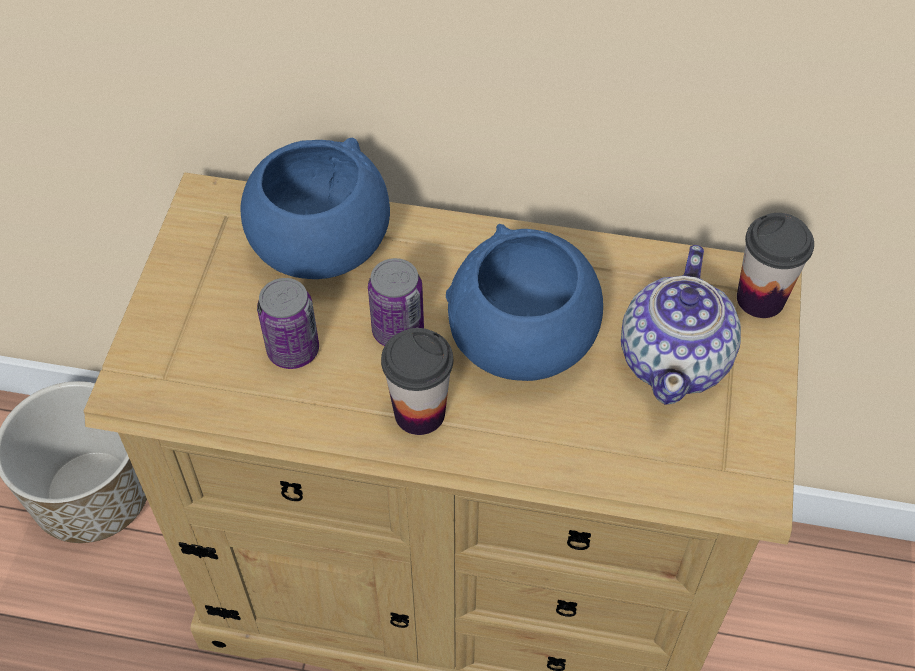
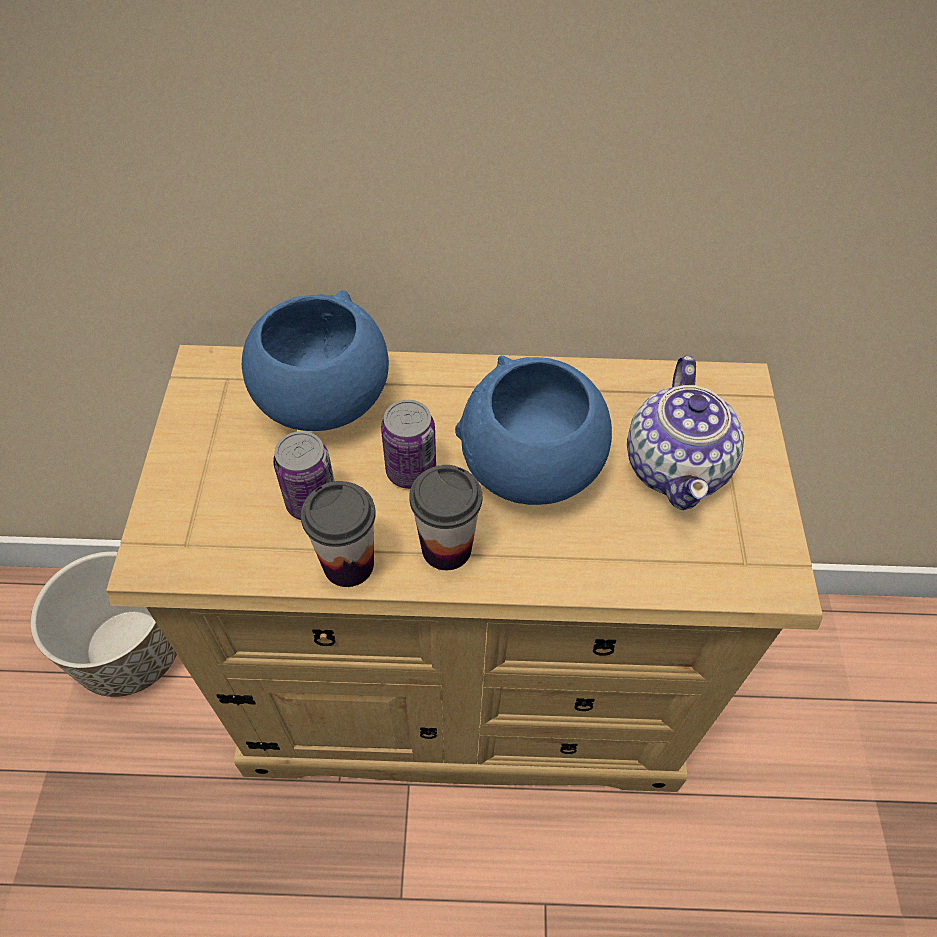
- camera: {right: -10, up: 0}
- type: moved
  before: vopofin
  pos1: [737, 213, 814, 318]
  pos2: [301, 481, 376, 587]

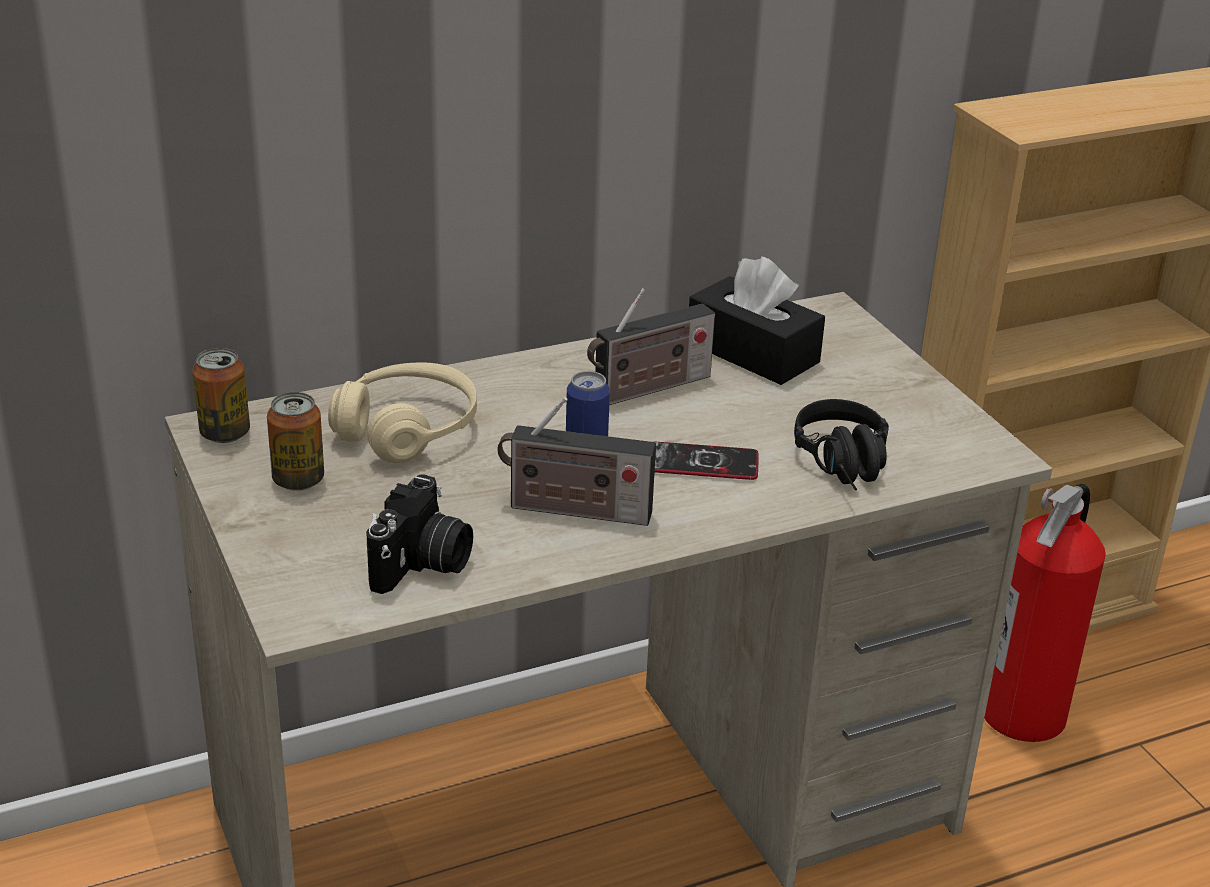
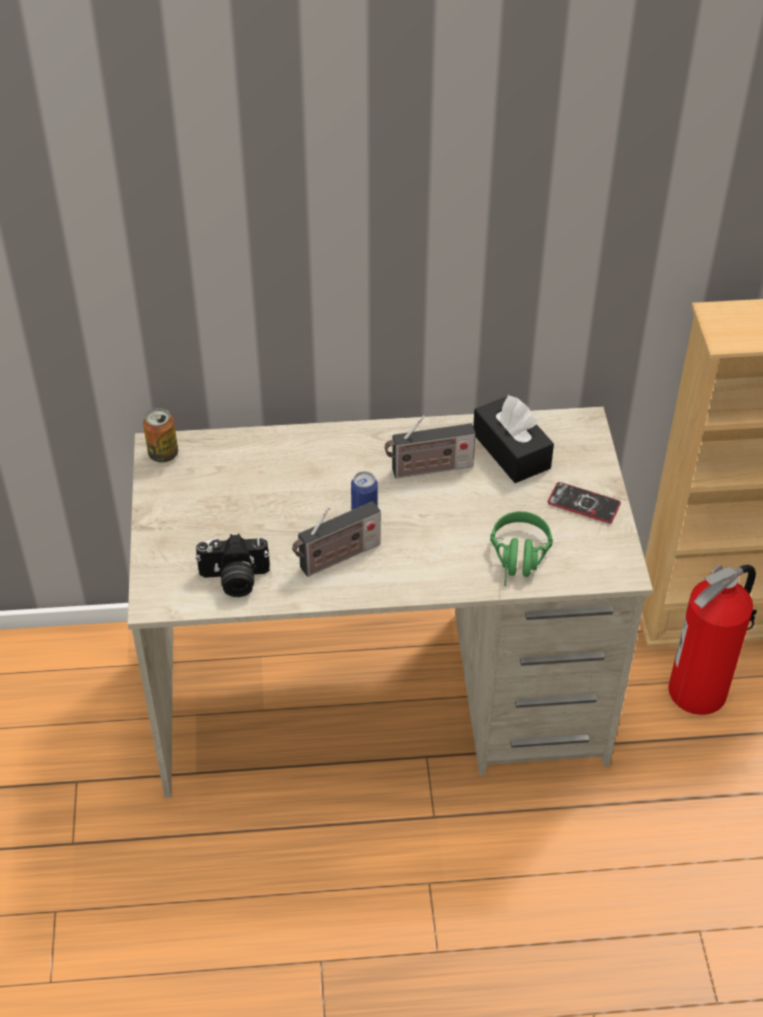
- camera: {right: 20, up: 15}
- type: turned
  before: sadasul
  pos1: [366, 474, 473, 594]
  pos2: [196, 534, 270, 597]
  turn: 45
- type: turned
  before: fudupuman
  pos1: [498, 397, 656, 526]
  pos2: [292, 501, 381, 577]
  turn: -60
- type: recoloured
  before: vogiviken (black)
  after: vogiviken (green)
  pos1: [794, 399, 889, 490]
  pos2: [490, 511, 553, 586]
- type: moved
  before: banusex
  pos1: [655, 442, 759, 480]
  pos2: [548, 482, 621, 523]
- type: removed
  before: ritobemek
  pos1: [267, 392, 324, 491]
- type: removed
  before: vogiviken (beige)
  pos1: [328, 362, 477, 463]

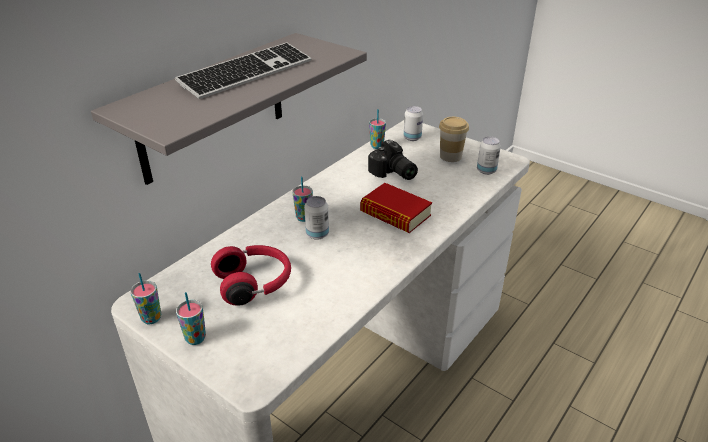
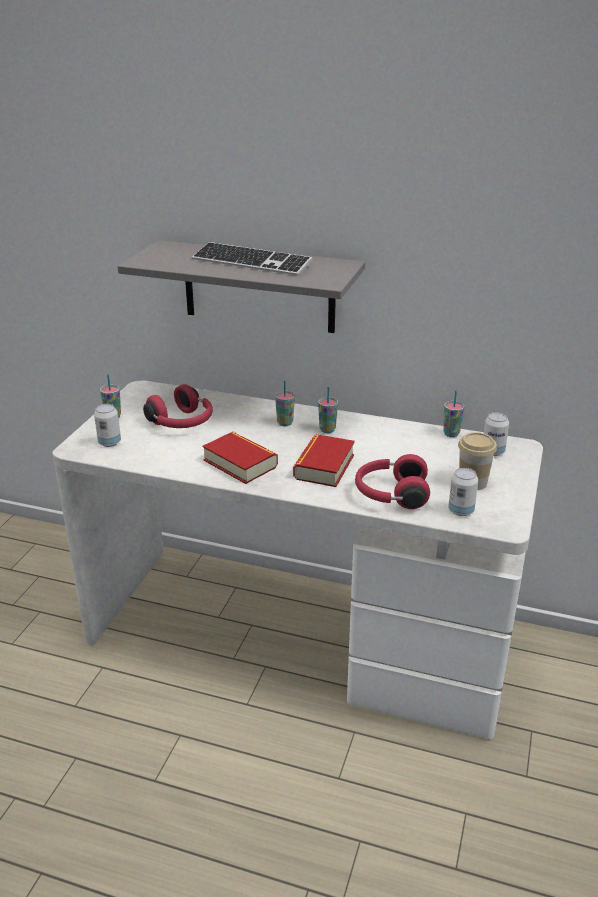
- camera: {right: 70, up: -5}
- type: moved
  before: ritobemek
  pos1: [304, 196, 329, 240]
  pos2: [94, 404, 121, 447]
- type: added
  after: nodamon
  pos2: [203, 432, 278, 484]
- type: moved
  before: vopofin
  pos1: [131, 273, 161, 324]
  pos2: [318, 387, 338, 433]
- type: added
  after: vogiviken (red)
  pos2: [355, 454, 430, 509]
- type: removed
  before: sadasul
  pos1: [368, 140, 418, 180]

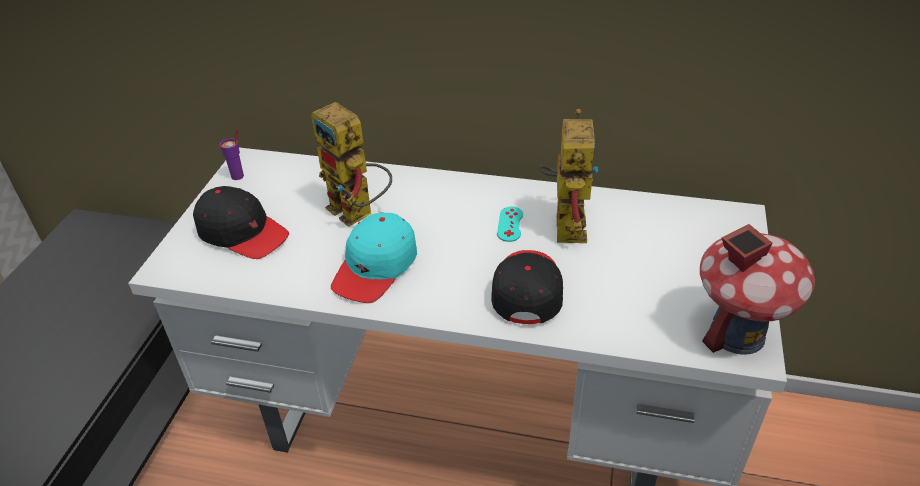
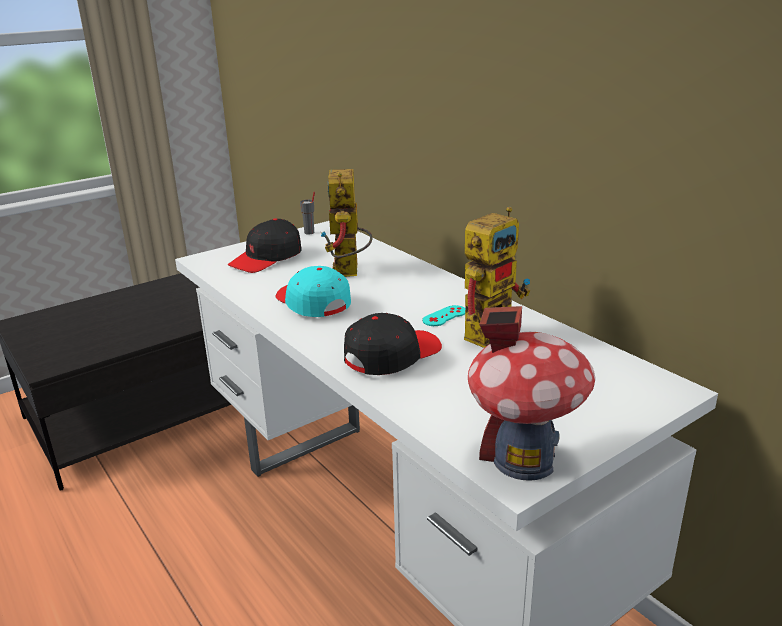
- camera: {right: 40, up: -15}
- type: turned
  before: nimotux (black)
  pos1: [193, 186, 289, 259]
  pos2: [228, 218, 302, 273]
  turn: 60
- type: turned
  before: nimotux (turquoise)
  pos1: [331, 212, 417, 303]
  pos2: [276, 266, 351, 317]
  turn: 75
- type: recoloured
  before: vopofin (purple)
  after: vopofin (grey)
  pos1: [220, 129, 244, 180]
  pos2: [300, 191, 315, 235]

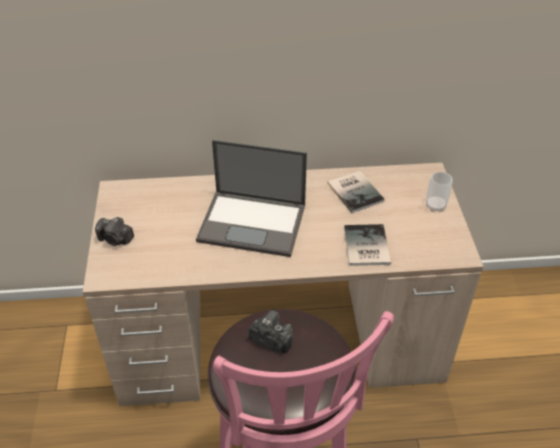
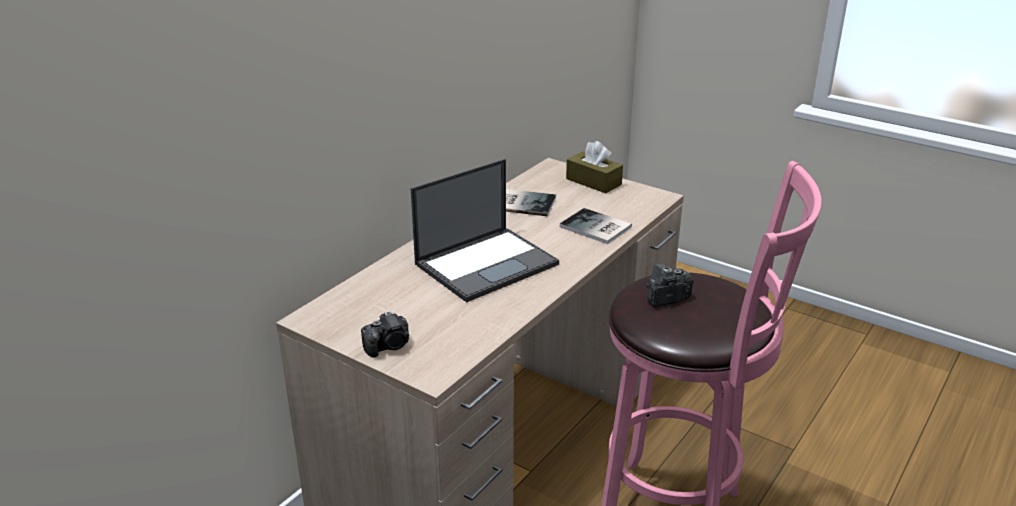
- camera: {right: -50, up: -15}
- type: replaced
  before: vopofin
  after: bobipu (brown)
  pos1: [426, 171, 453, 212]
  pos2: [566, 141, 623, 193]

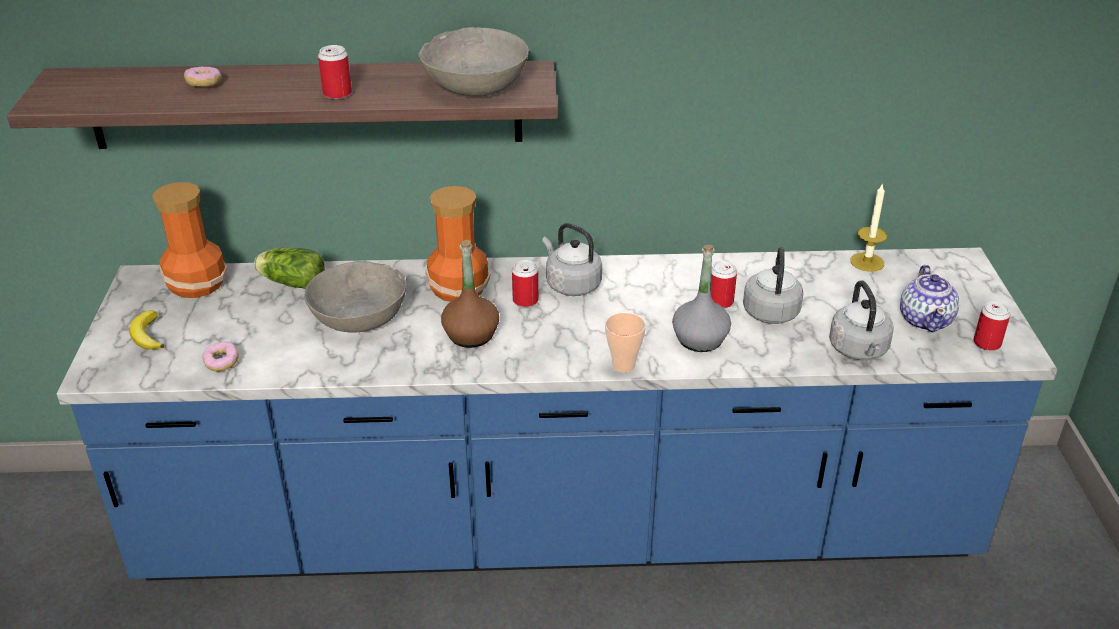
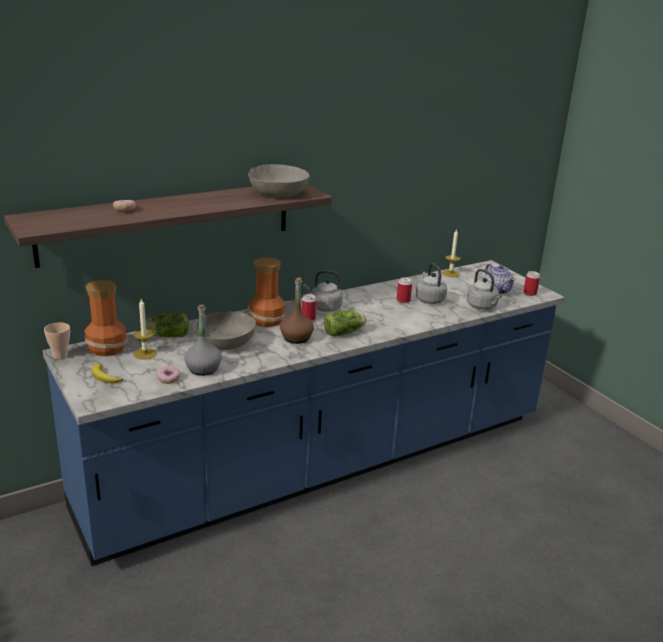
- camera: {right: -30, up: -10}
- type: moved
  before: vopofin
  pos1: [605, 312, 646, 372]
  pos2: [44, 323, 70, 359]
- type: added
  after: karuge
  pos2: [133, 299, 157, 360]
- type: moved
  before: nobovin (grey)
  pos1: [672, 245, 731, 352]
  pos2: [184, 305, 222, 376]
- type: added
  after: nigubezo
  pos2: [324, 310, 367, 336]
- type: removed
  before: ritobemek
  pos1: [318, 45, 352, 99]

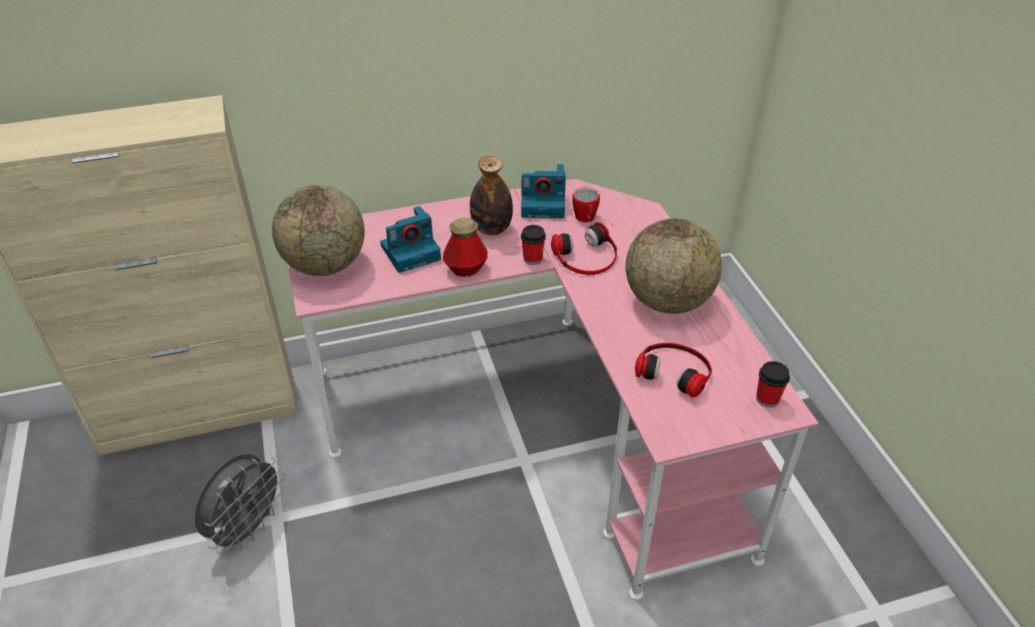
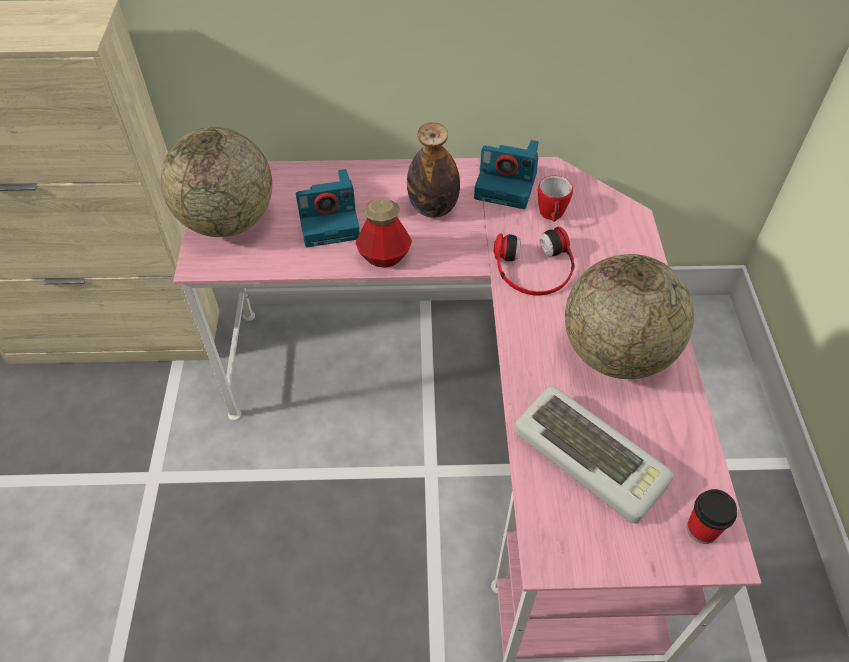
- camera: {right: 15, up: 10}
- type: replaced
  before: vogiviken
  after: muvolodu
  pos1: [635, 343, 712, 398]
  pos2: [515, 386, 673, 523]
- type: removed
  before: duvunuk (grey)
  pos1: [195, 454, 285, 554]
- type: removed
  before: vopofin
  pos1: [521, 225, 546, 265]

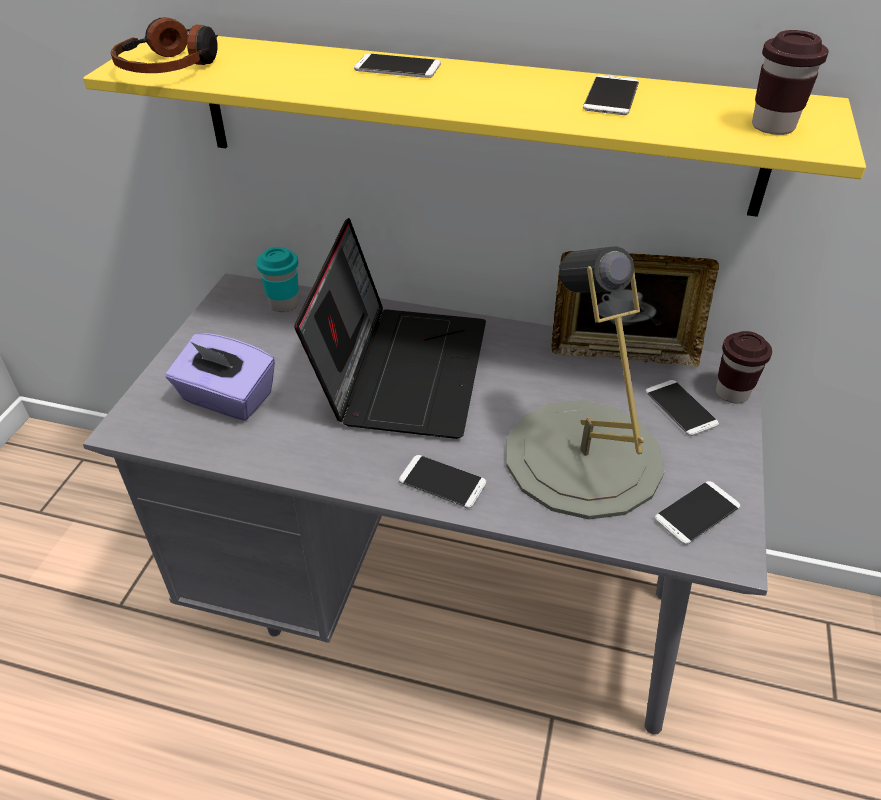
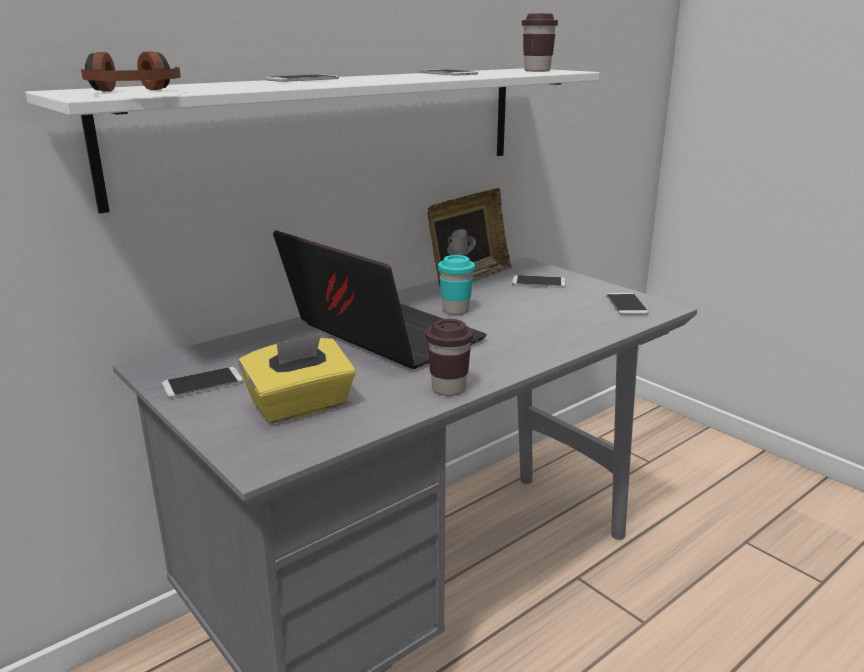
- camera: {right: -55, up: -20}
- type: recoloured
  before: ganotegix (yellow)
  after: ganotegix (white)
  pos1: [83, 36, 866, 217]
  pos2: [25, 68, 599, 214]
- type: moved
  before: banusex
  pos1: [399, 455, 486, 509]
  pos2: [162, 367, 243, 398]
- type: recoloured
  before: bobipu (purple)
  after: bobipu (yellow)
  pos1: [166, 333, 275, 421]
  pos2: [239, 335, 356, 424]
- type: moved
  before: vopofin (brown)
  pos1: [716, 331, 772, 404]
  pos2: [426, 319, 473, 396]
- type: moved
  before: vopofin (turquoise)
  pos1: [256, 247, 298, 313]
  pos2: [438, 255, 475, 315]
- type: removed
  before: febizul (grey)
  pos1: [506, 246, 665, 519]

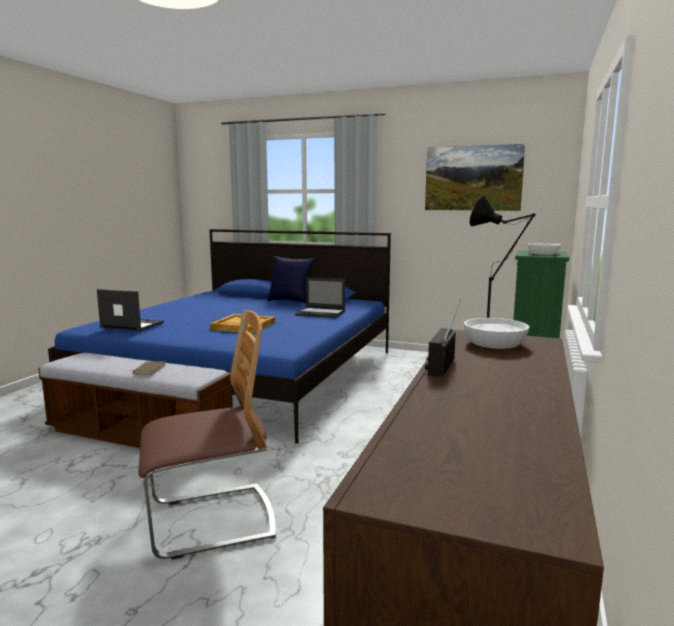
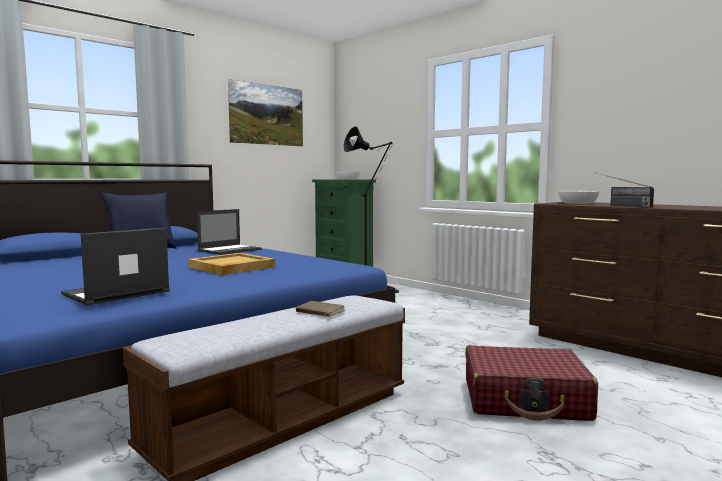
- camera: {right: -65, up: -5}
- type: replaced
  before: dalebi
  after: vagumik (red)
  pos1: [139, 310, 276, 560]
  pos2: [466, 345, 598, 421]

